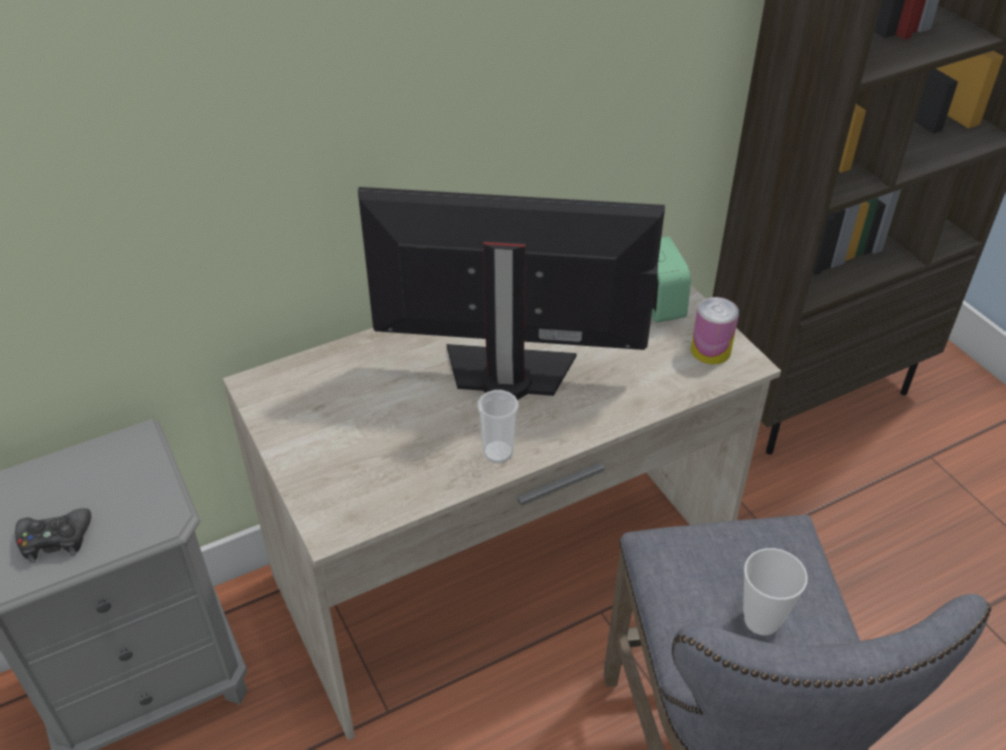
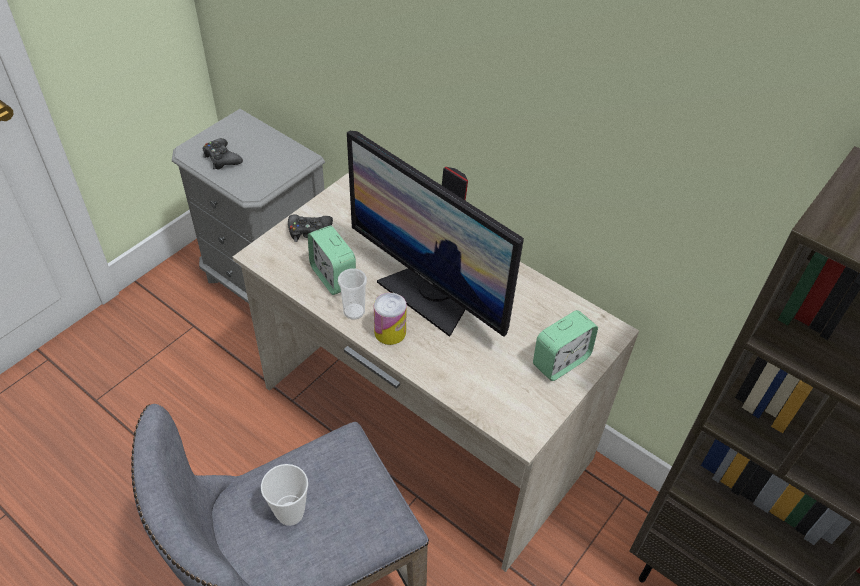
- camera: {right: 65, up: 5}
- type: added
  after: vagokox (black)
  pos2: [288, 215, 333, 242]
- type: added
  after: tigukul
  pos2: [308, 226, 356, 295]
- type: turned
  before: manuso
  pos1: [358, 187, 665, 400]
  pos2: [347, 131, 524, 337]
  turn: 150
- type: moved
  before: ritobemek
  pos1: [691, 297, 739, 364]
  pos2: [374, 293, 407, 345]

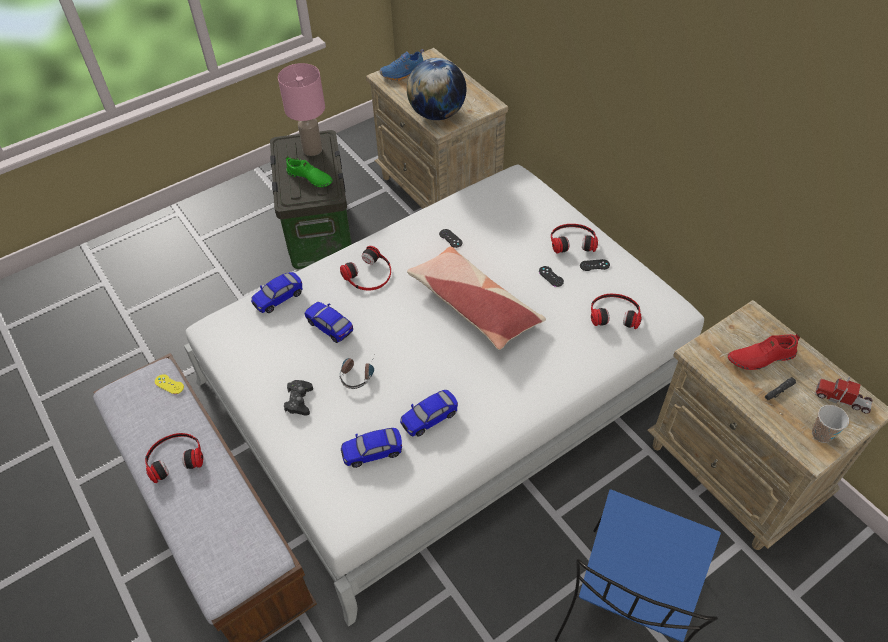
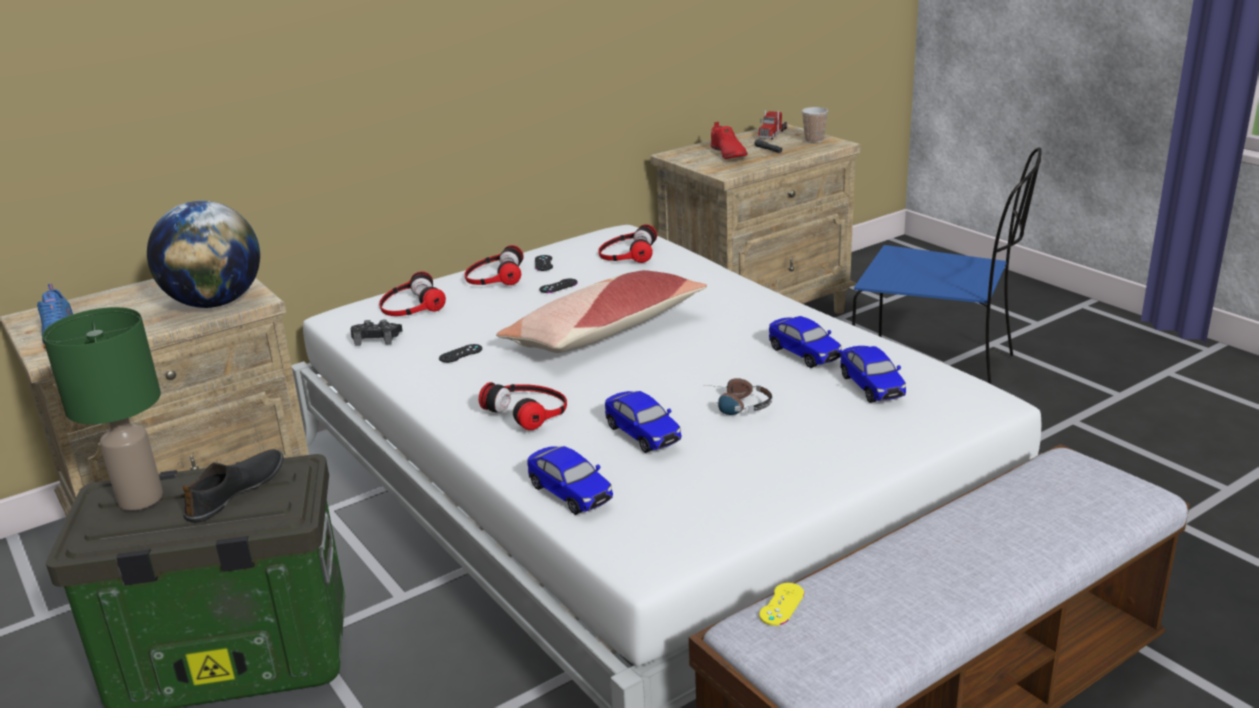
- camera: {right: -90, up: -25}
- type: recoloured
  before: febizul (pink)
  after: febizul (green)
  pos1: [278, 63, 325, 156]
  pos2: [42, 307, 163, 511]
- type: recoloured
  before: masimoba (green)
  after: masimoba (black)
  pos1: [286, 156, 332, 187]
  pos2: [183, 449, 283, 523]
- type: moved
  before: vagokox (black)
  pos1: [284, 380, 313, 416]
  pos2: [350, 319, 403, 346]
- type: moved
  before: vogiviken
  pos1: [145, 433, 203, 483]
  pos2: [379, 271, 446, 316]
- type: turned
  before: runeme
  pos1: [305, 302, 353, 343]
  pos2: [605, 391, 681, 453]
  turn: -75

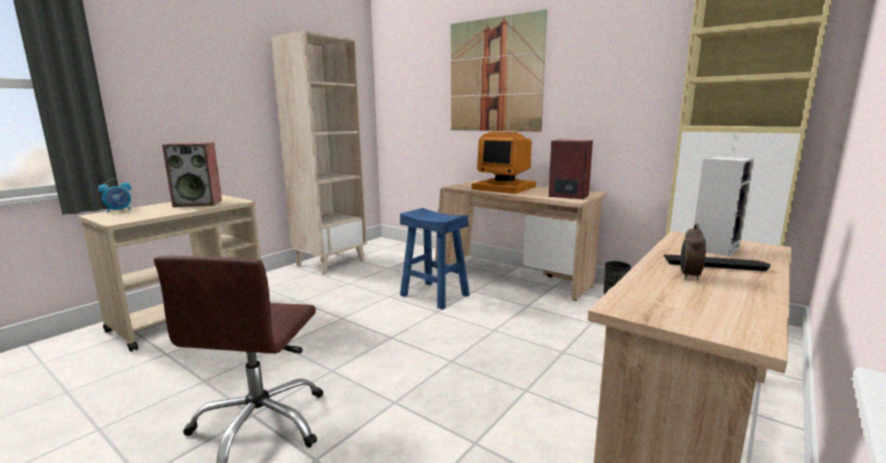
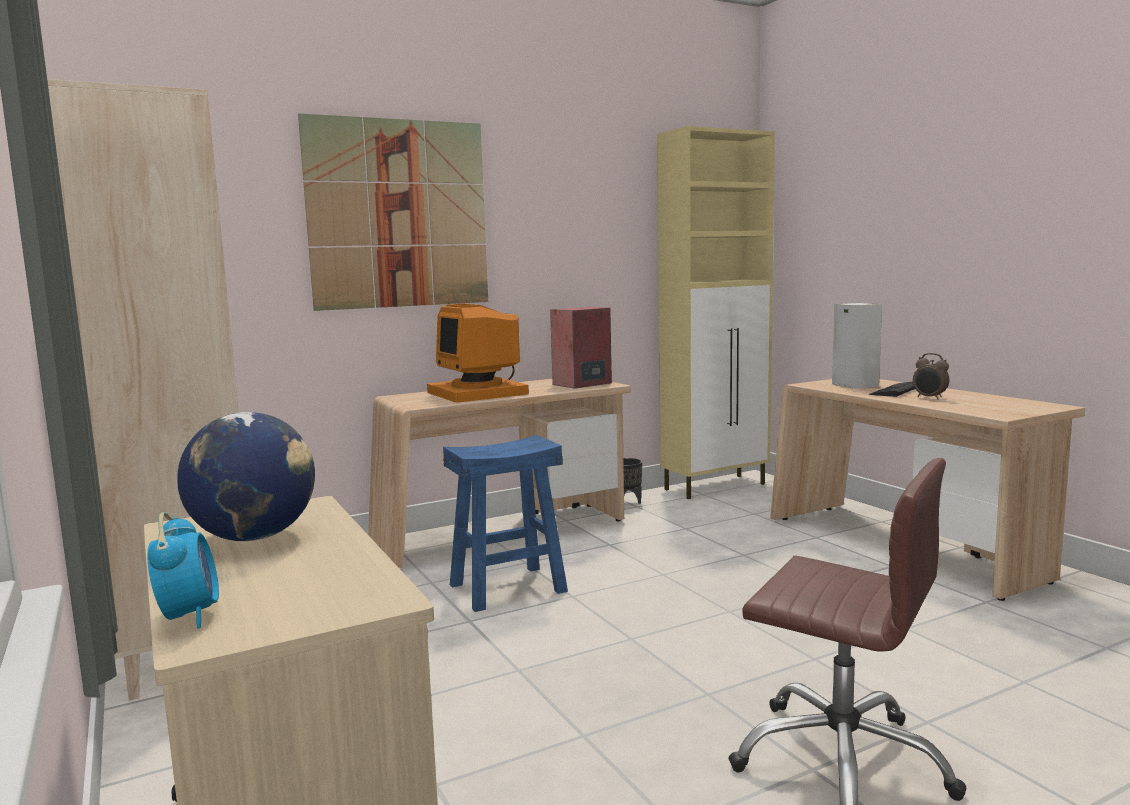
- camera: {right: -65, up: -5}
- type: replaced
  before: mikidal
  after: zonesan
  pos1: [162, 142, 222, 207]
  pos2: [177, 412, 315, 541]
- type: turned
  before: manuso
  pos1: [472, 132, 536, 194]
  pos2: [427, 303, 529, 403]
  turn: 90

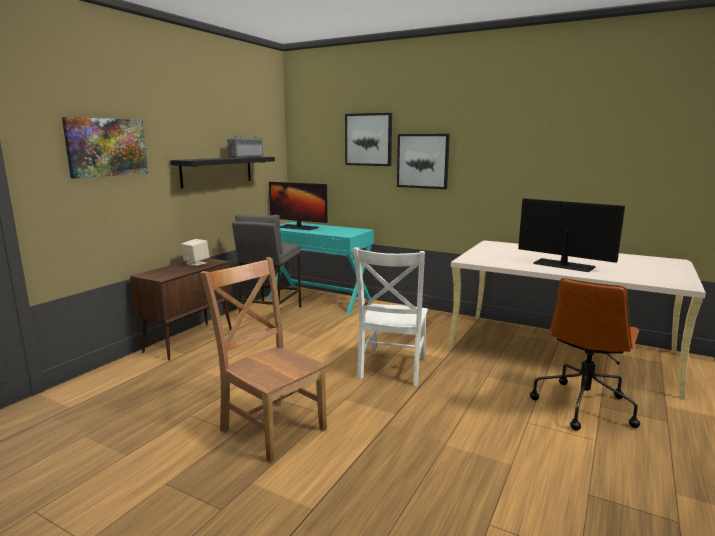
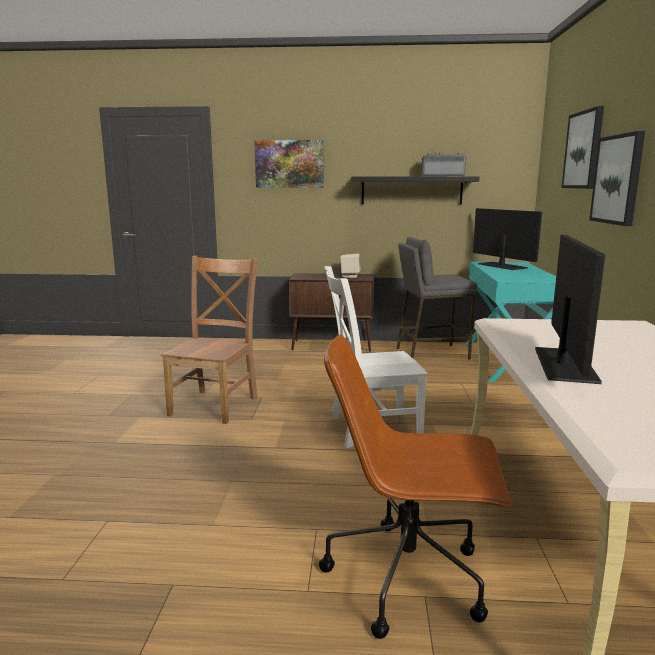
- camera: {right: 65, up: 0}
- type: turned
  before: manuso
  pos1: [269, 182, 328, 230]
  pos2: [473, 208, 542, 270]
  turn: 150

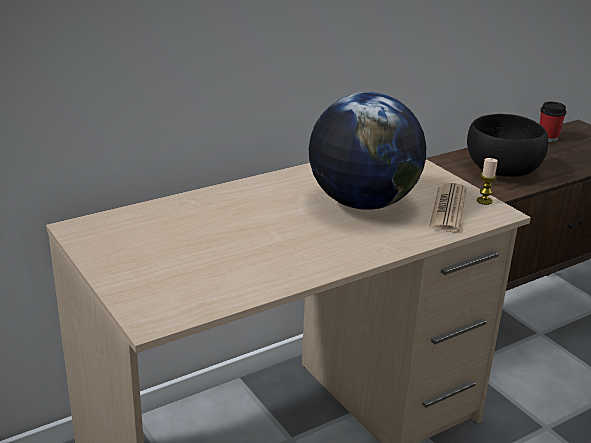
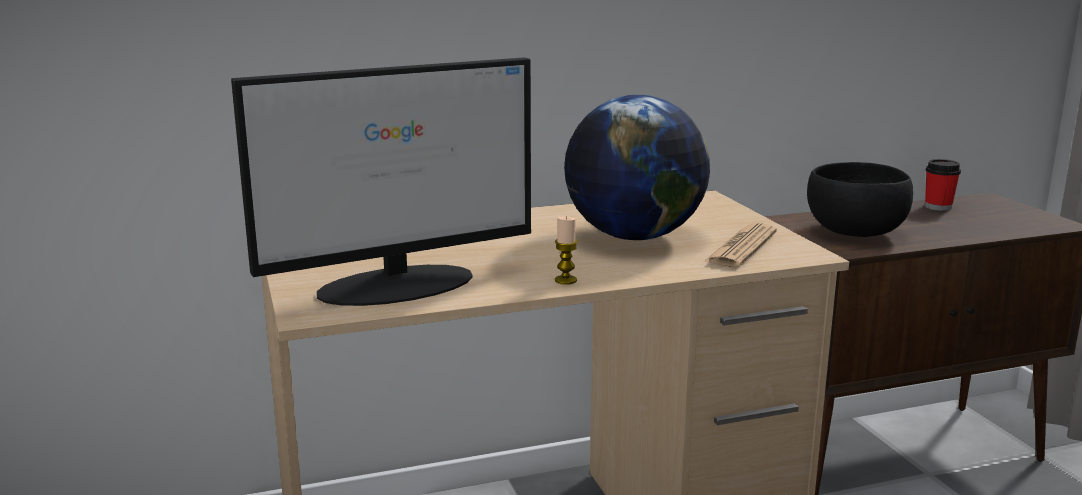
- camera: {right: 15, up: -10}
- type: added
  after: manuso
  pos2: [231, 57, 531, 306]
- type: moved
  before: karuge
  pos1: [477, 158, 498, 205]
  pos2: [555, 216, 578, 285]

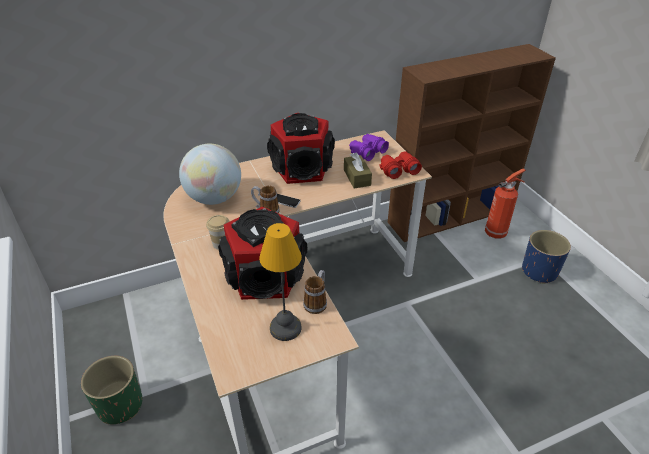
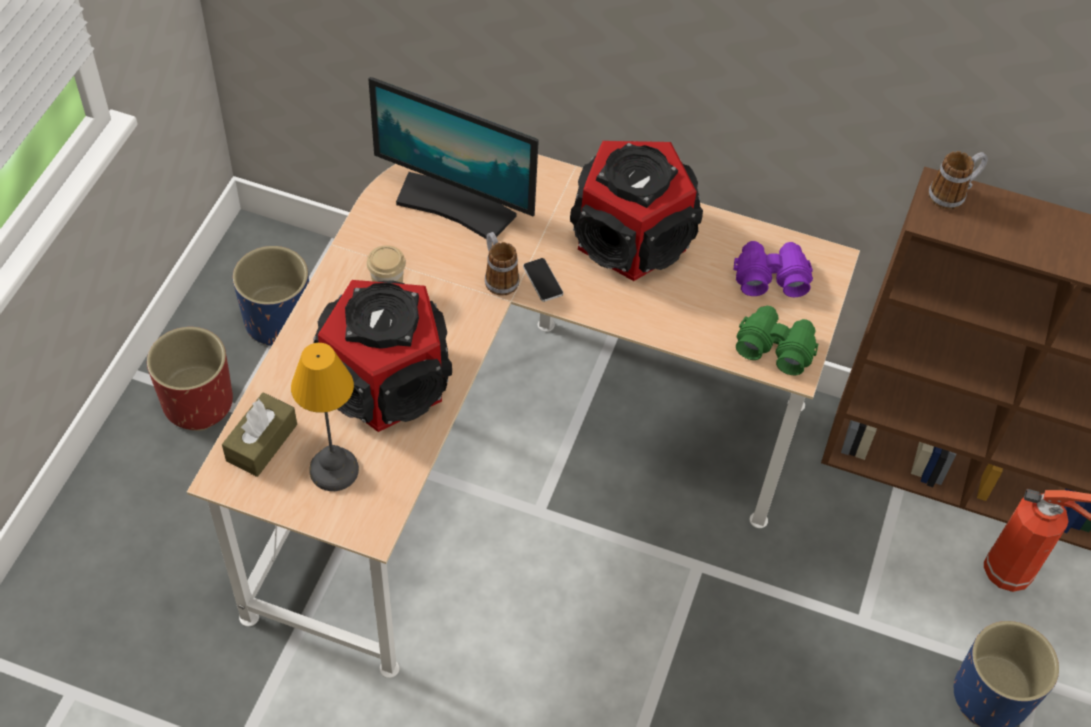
- camera: {right: 40, up: 15}
- type: recoloured
  before: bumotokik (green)
  after: bumotokik (red)
  pos1: [81, 356, 143, 424]
  pos2: [147, 327, 233, 431]
- type: moved
  before: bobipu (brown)
  pos1: [344, 153, 372, 188]
  pos2: [222, 392, 297, 477]
- type: added
  after: bumotokik (blue)
  pos2: [233, 246, 309, 346]
- type: replaced
  before: zonesan
  after: manuso
  pos1: [179, 144, 241, 205]
  pos2: [368, 77, 539, 239]
- type: recoloured
  before: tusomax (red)
  after: tusomax (green)
  pos1: [379, 151, 422, 179]
  pos2: [736, 306, 818, 375]
- type: moved
  before: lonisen
  pos1: [303, 270, 327, 314]
  pos2: [928, 151, 988, 210]

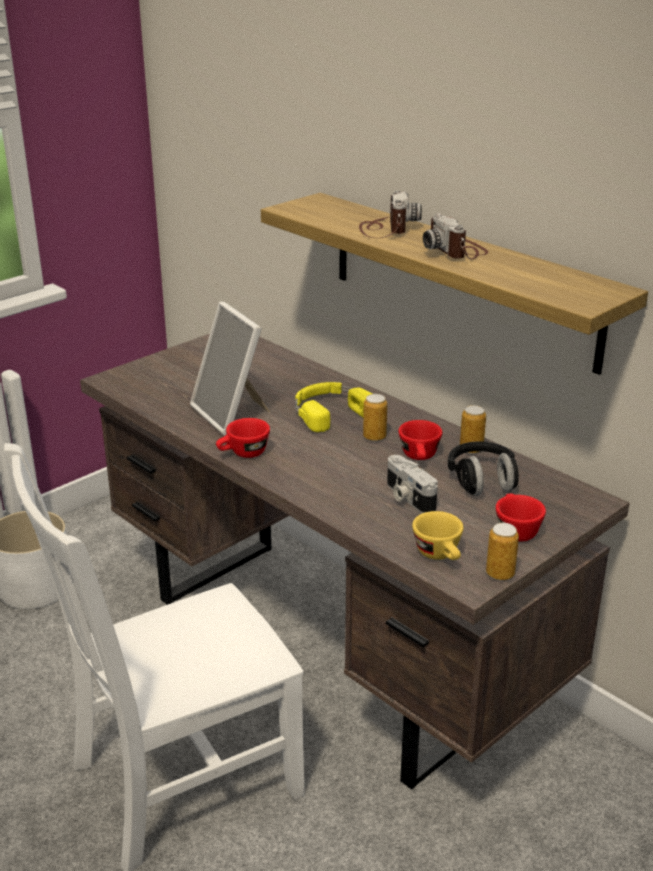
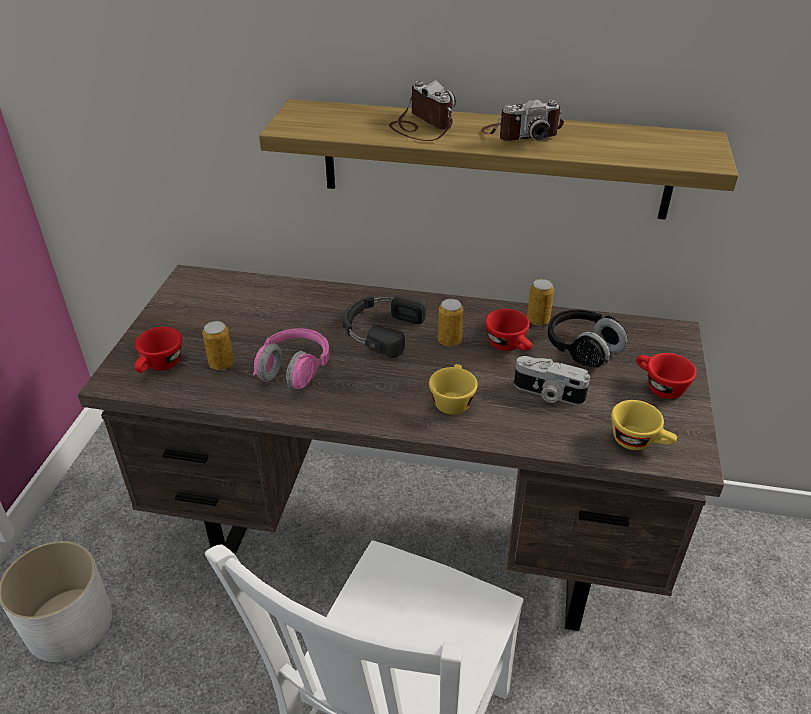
- camera: {right: -35, up: 10}
- type: moved
  before: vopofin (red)
  pos1: [216, 418, 270, 458]
  pos2: [134, 327, 182, 373]
- type: moved
  before: ritobemek
  pos1: [486, 523, 519, 580]
  pos2: [202, 321, 234, 370]
- type: replaced
  before: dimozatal
  after: vogiviken (pink)
  pos1: [190, 302, 270, 436]
  pos2: [253, 328, 330, 391]
- type: recoloured
  before: vogiviken (yellow)
  after: vogiviken (black)
  pos1: [295, 382, 373, 432]
  pos2: [343, 295, 426, 358]
- type: added
  after: vopofin (yellow)
  pos2: [429, 364, 478, 415]
- type: turned
  before: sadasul
  pos1: [423, 214, 488, 259]
  pos2: [481, 99, 564, 141]
  turn: -45

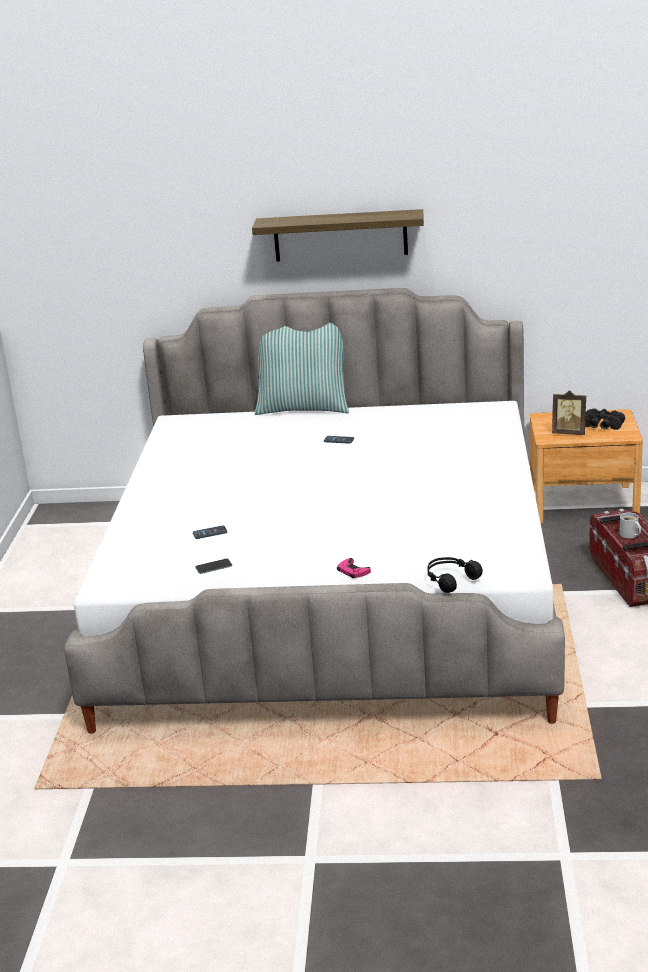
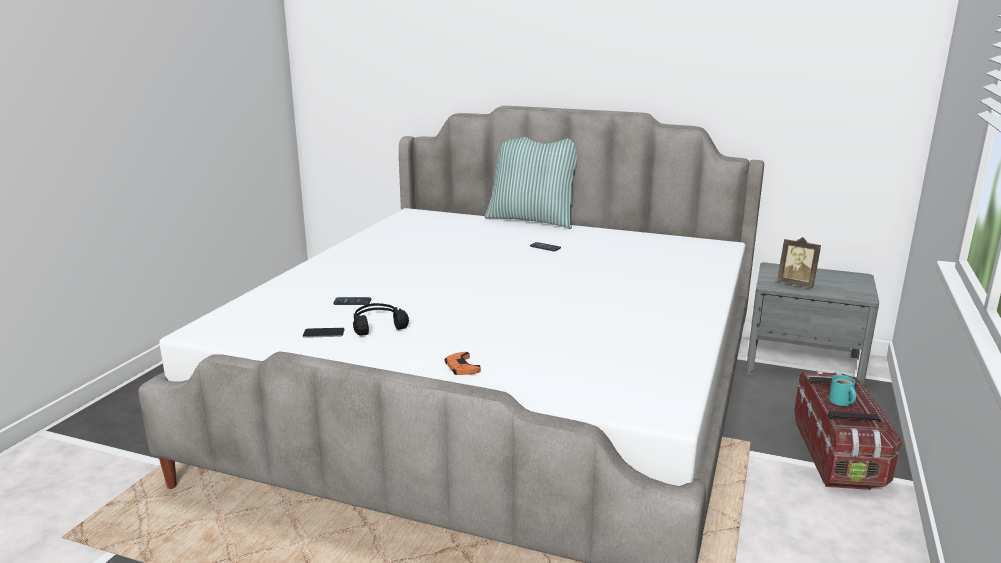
- camera: {right: 15, up: -5}
- type: moved
  before: vogiviken (black)
  pos1: [427, 557, 483, 593]
  pos2: [353, 303, 409, 336]
- type: recoloured
  before: vagokox (pink)
  after: vagokox (orange)
  pos1: [337, 558, 371, 578]
  pos2: [445, 352, 481, 375]
- type: recoloured
  before: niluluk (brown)
  after: niluluk (grey)
  pos1: [530, 409, 643, 523]
  pos2: [746, 262, 879, 384]
- type: recoloured
  before: lonisen (white)
  after: lonisen (turquoise)
  pos1: [619, 512, 641, 539]
  pos2: [829, 375, 856, 406]
- type: removed
  before: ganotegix
  pos1: [252, 209, 424, 262]
- type: removed
  before: tusomax (black)
  pos1: [585, 408, 625, 430]

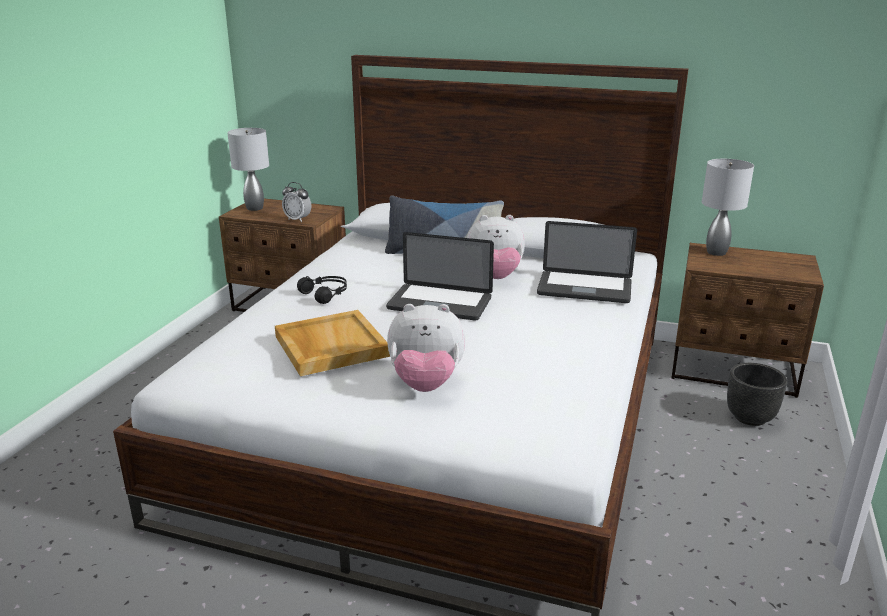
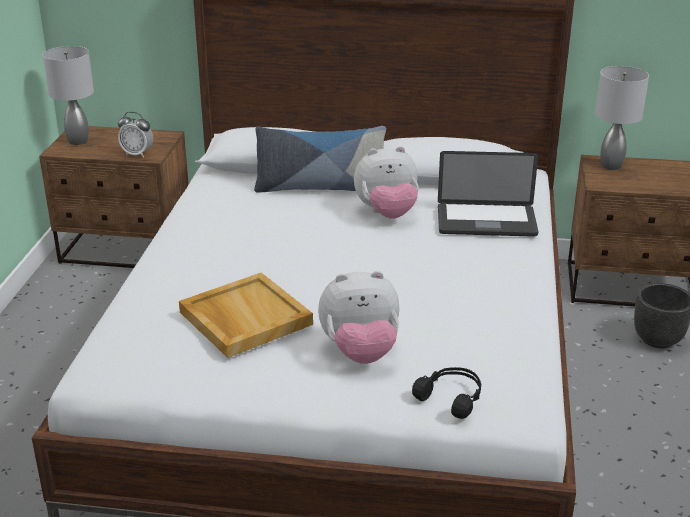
- camera: {right: -10, up: 5}
- type: moved
  before: vogiviken (black)
  pos1: [297, 276, 347, 304]
  pos2: [412, 367, 481, 419]
- type: removed
  before: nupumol
  pos1: [386, 232, 494, 321]

